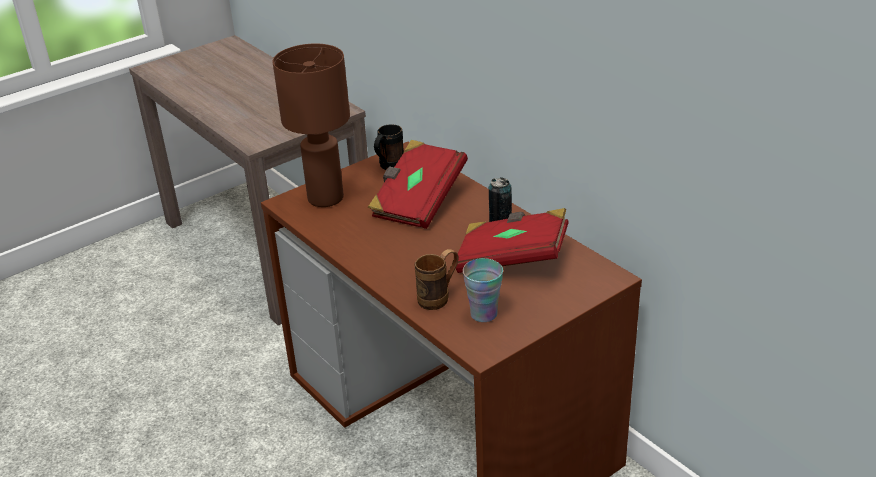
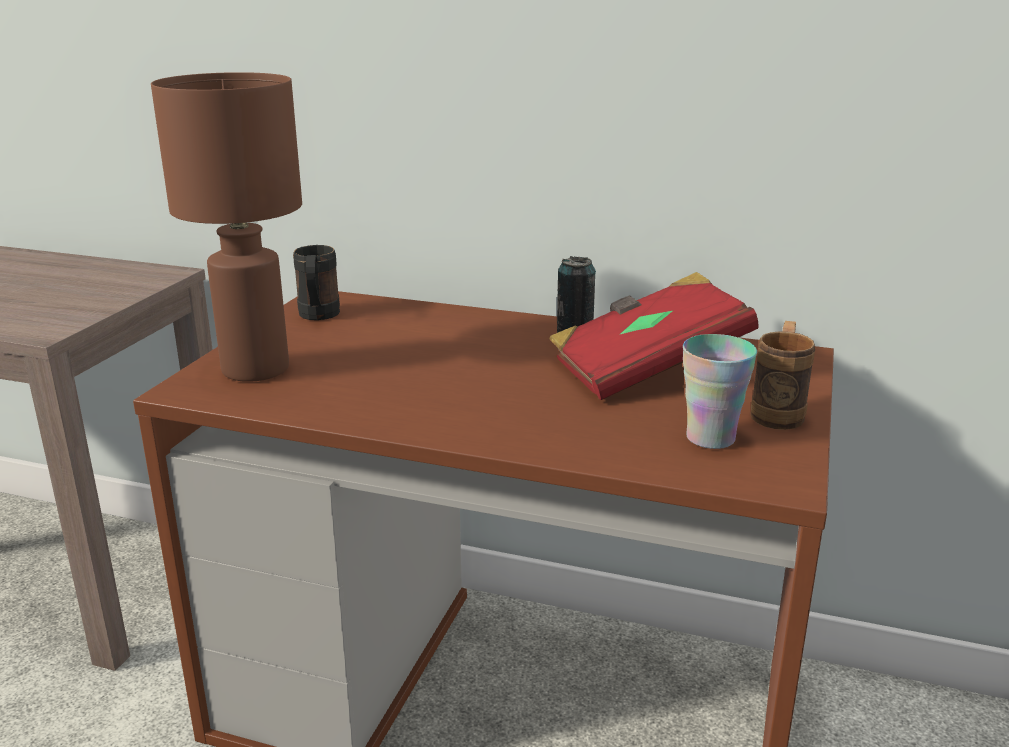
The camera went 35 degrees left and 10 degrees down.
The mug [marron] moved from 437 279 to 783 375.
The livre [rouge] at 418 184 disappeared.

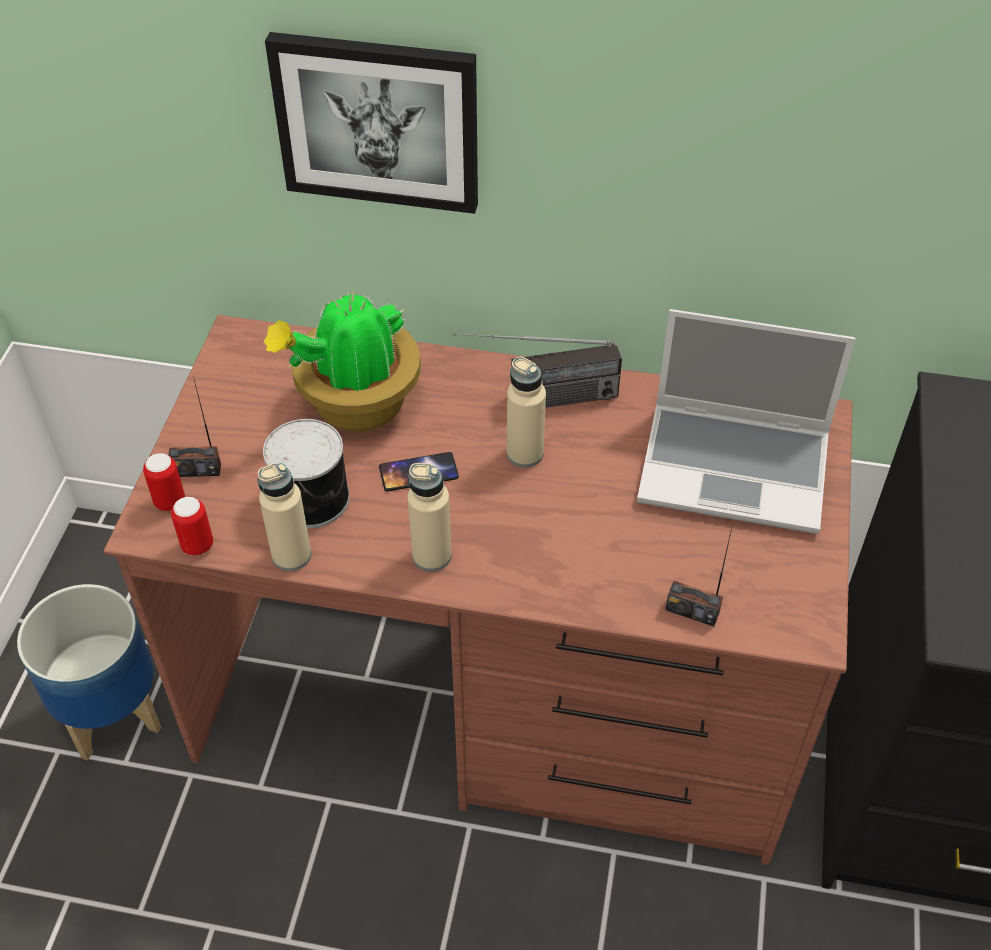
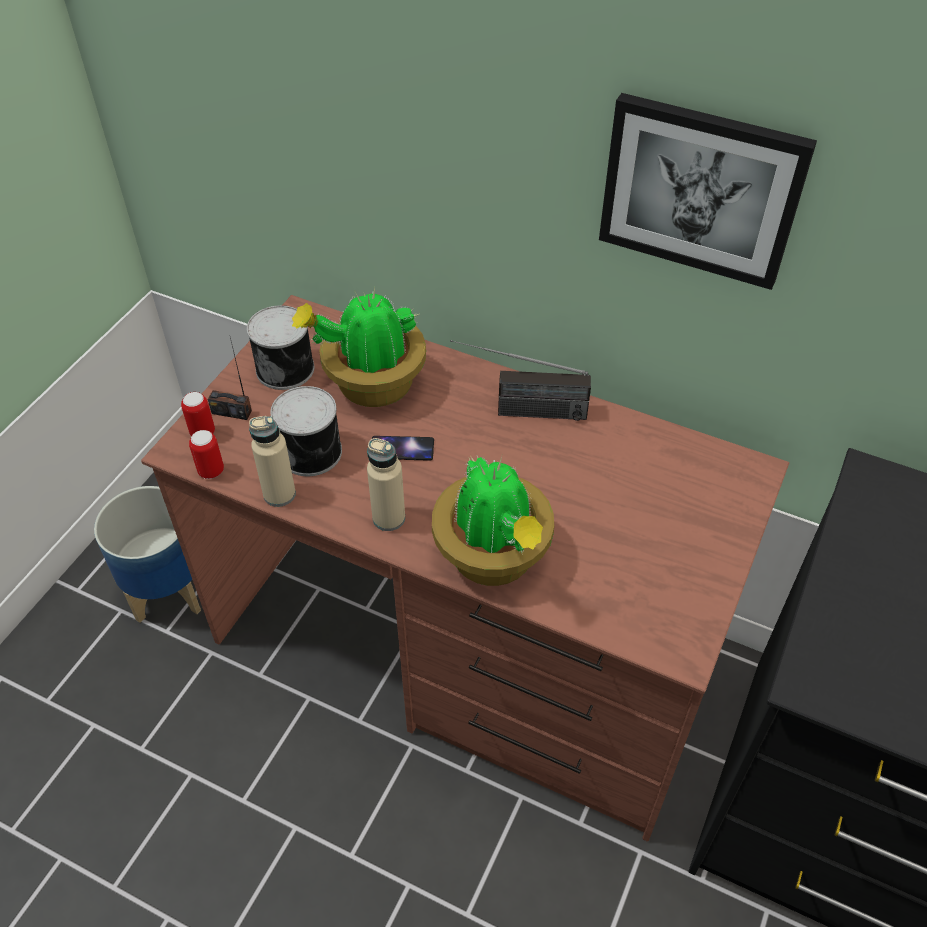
The camera went 15 degrees right and 0 degrees up.
The boîte métallique at 280 347 appeared.
The plante en pot at 493 521 appeared.
The tableau moved from 371 123 to 708 191.
The bouteille [beige] at 526 412 disappeared.
The ordinateur portable at 746 421 disappeared.
The radio at 698 577 disappeared.

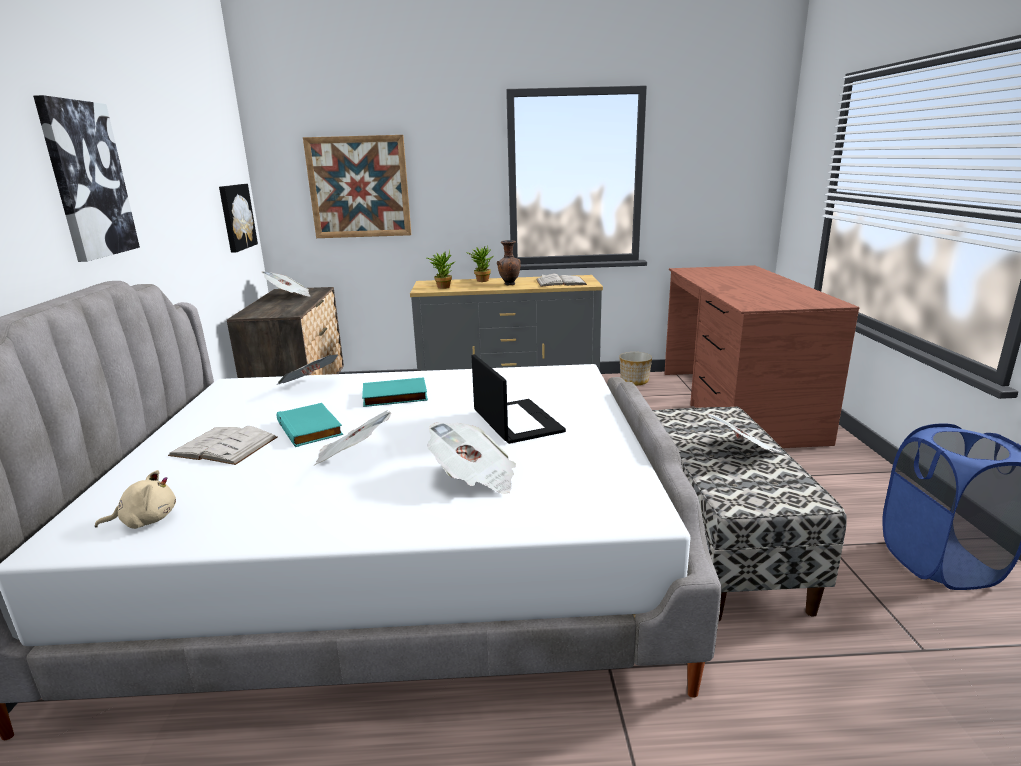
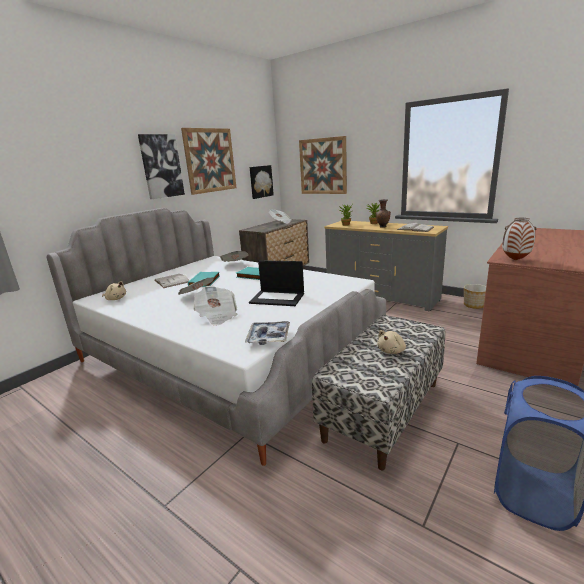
The camera went 40 degrees right and 0 degrees up.
The tableau at 209 161 appeared.
The plateau at 267 333 appeared.
The ordinateur portable at 519 399 turned 90 degrees clockwise.
The journal at 743 432 was replaced by the peluche [beige] at 391 342.
The vase at 519 239 appeared.

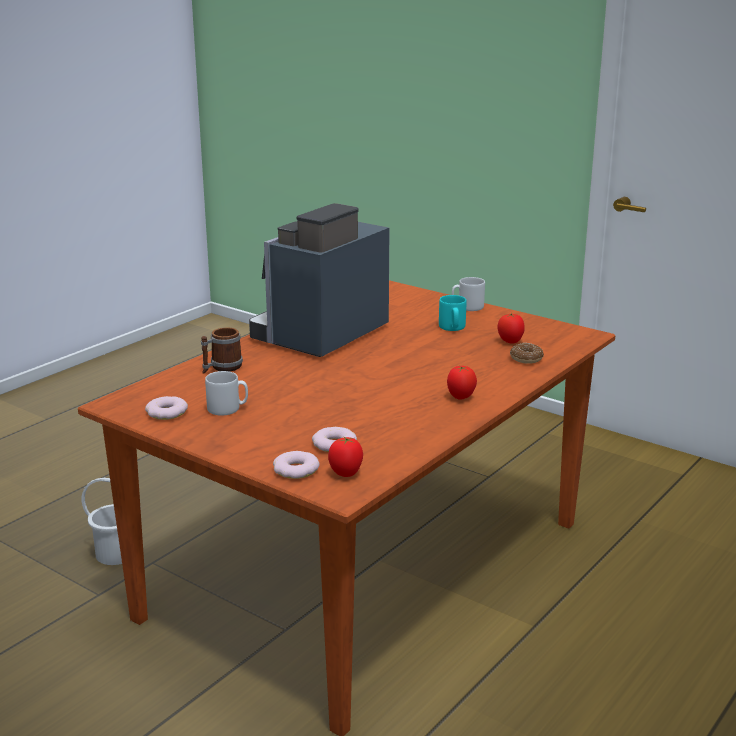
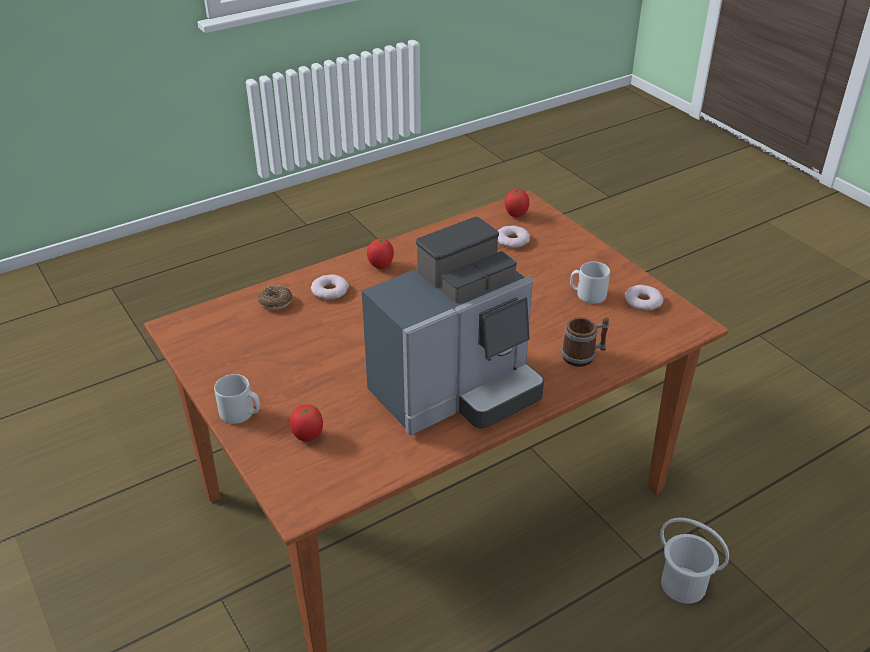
The camera went 160 degrees left and 15 degrees up.
The tomate moved from 511 328 to 306 423.
The beignet moved from 296 465 to 330 287.
The mug [turquoise] at 453 313 disappeared.

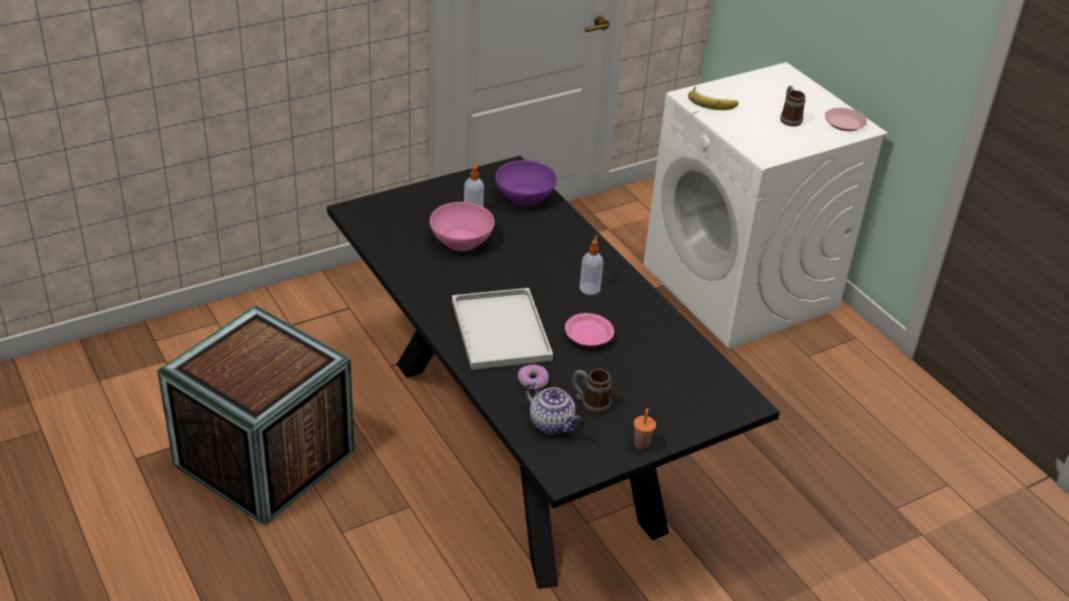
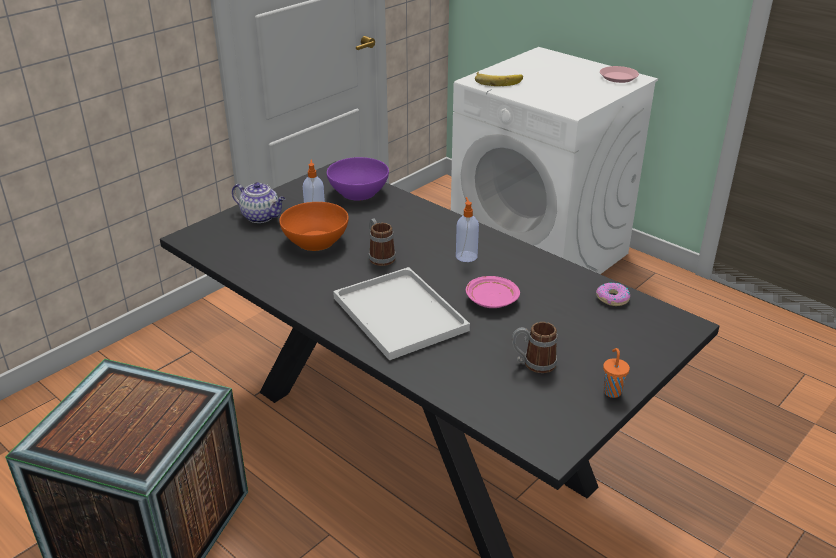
The camera went 15 degrees left and 5 degrees down.
The théière moved from 553 408 to 258 202.
The bol [rose] at 462 226 became the bol [orange] at 314 226.
The mug moved from 793 106 to 382 242.
The beignet moved from 533 377 to 613 294.

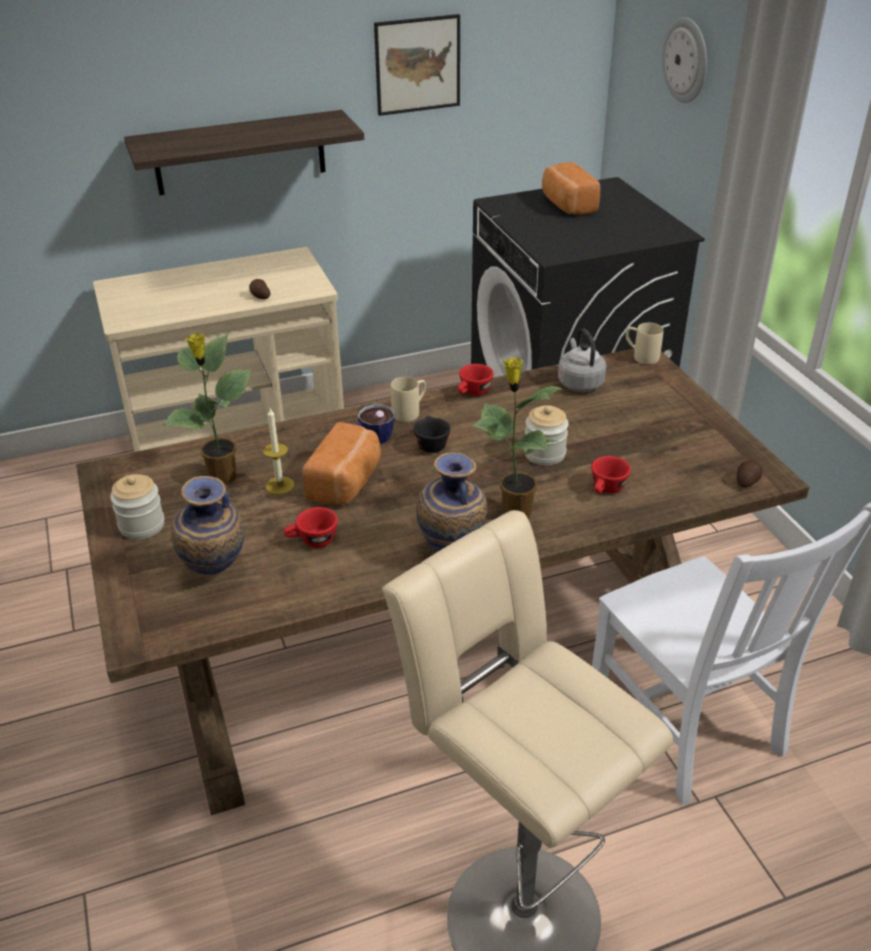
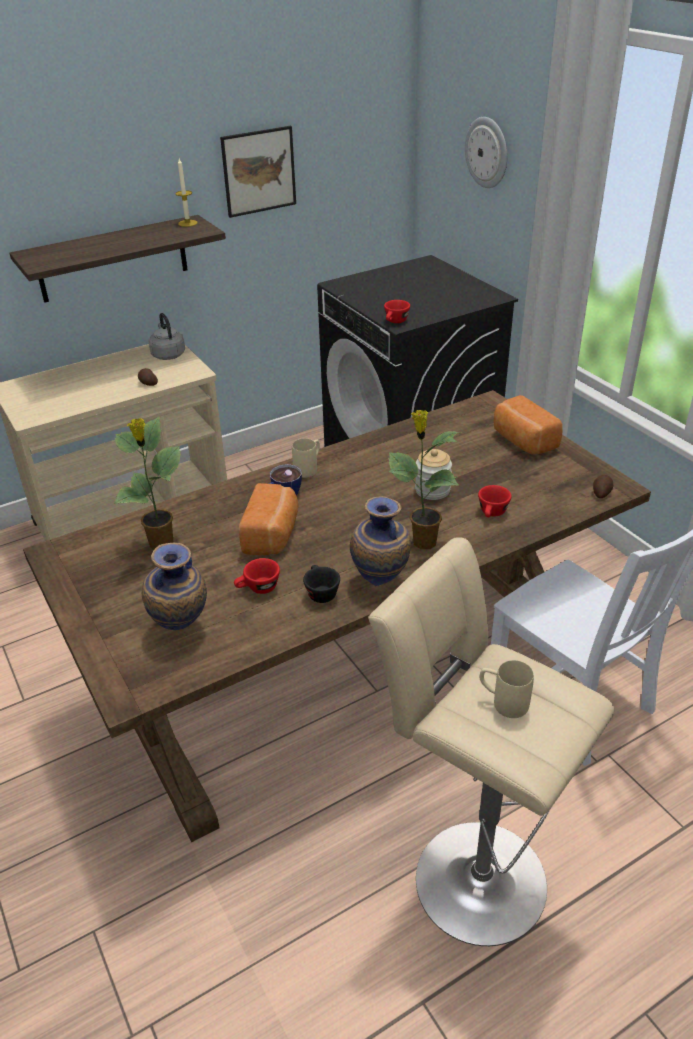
The camera went 10 degrees left and 0 degrees up.
The bouilloire [gris] moved from 582 360 to 167 336.
The bougie moved from 279 451 to 186 192.
The tasse [noir] moved from 431 434 to 321 584.
The tasse [rouge] moved from 476 380 to 397 311.
The mug [beige] moved from 644 344 to 507 689.
The pain moved from 571 188 to 528 424.
The bocal at 137 507 disappeared.

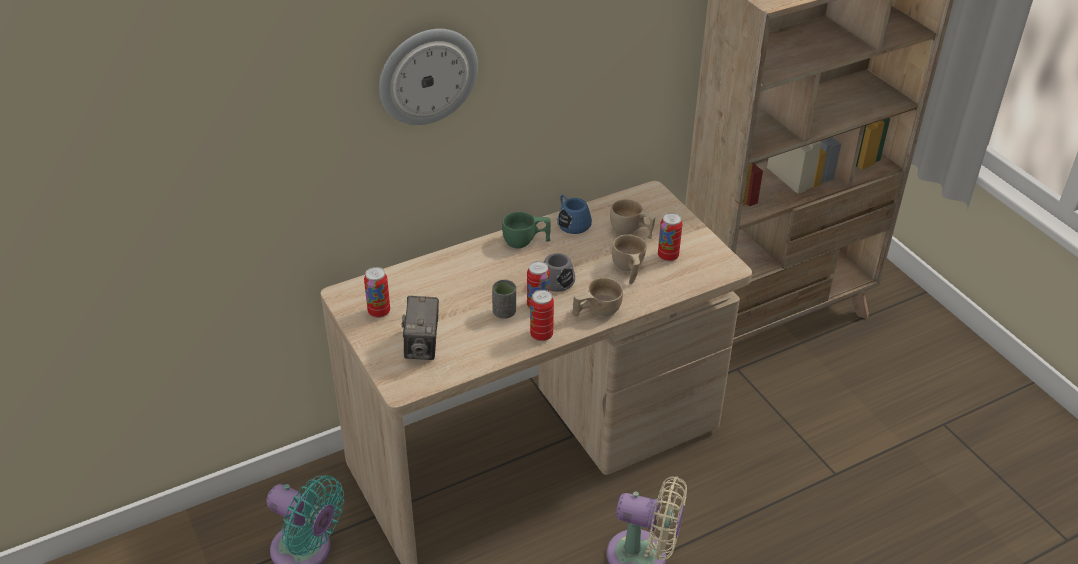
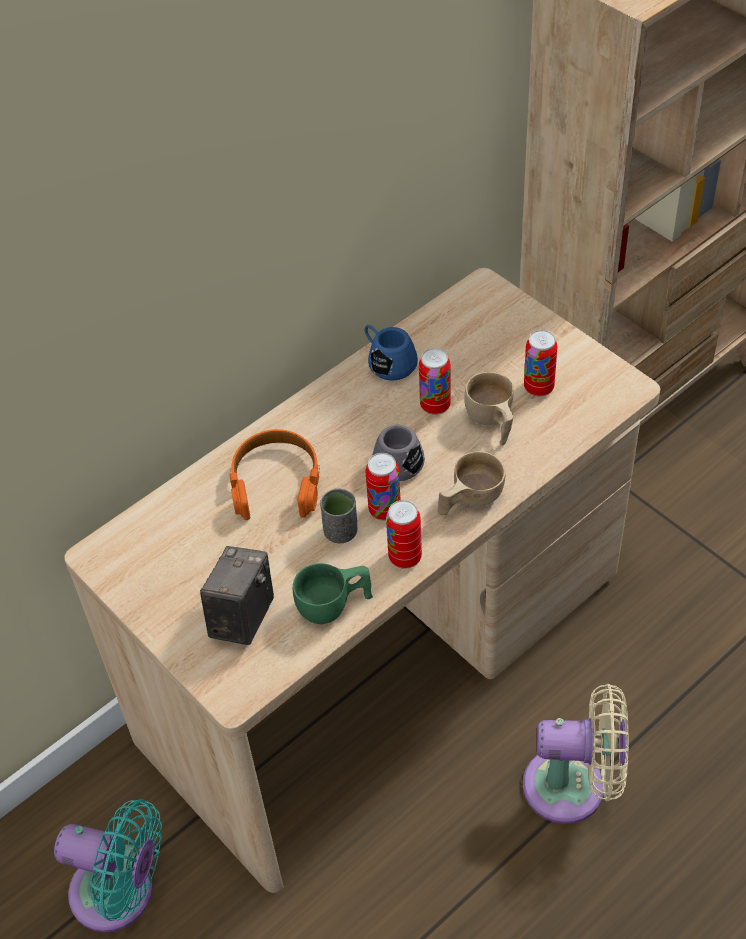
The camera went 10 degrees left and 10 degrees up.
The appareil photo at 420 328 turned 150 degrees counterclockwise.
The casque audio [orange] at 274 474 appeared.
The tasse [vert] moved from 526 230 to 333 593.
The boîte métallique moved from 377 292 to 435 381.
The horloge murale at 428 77 disappeared.
The tasse [beige] at 632 219 disappeared.

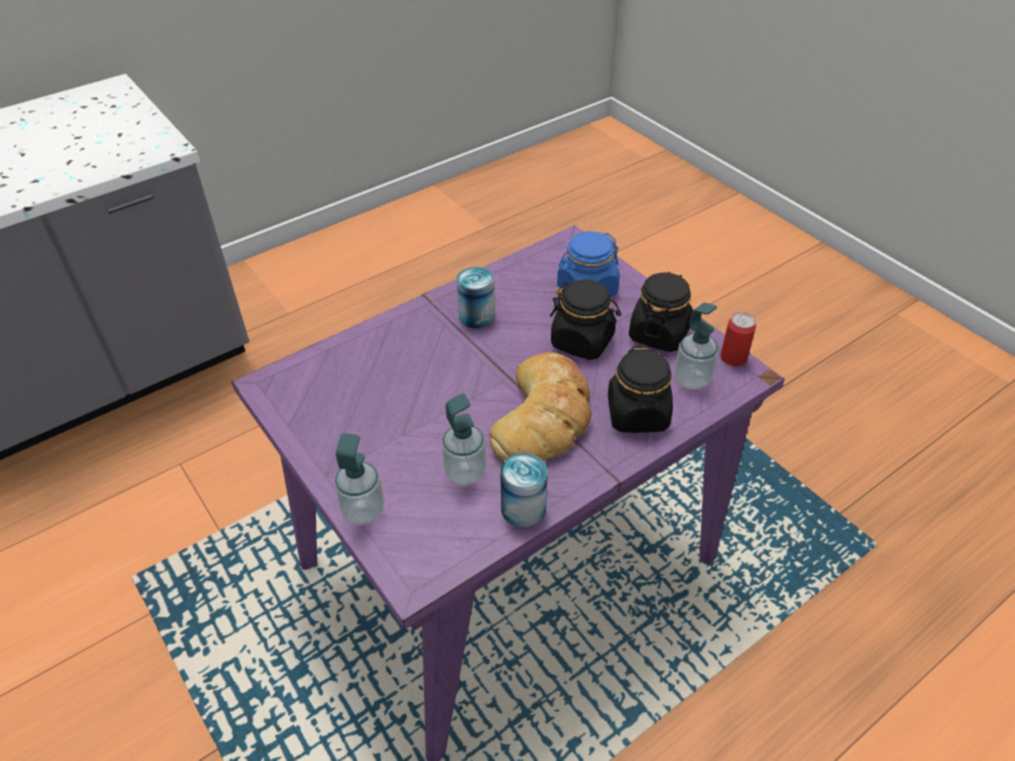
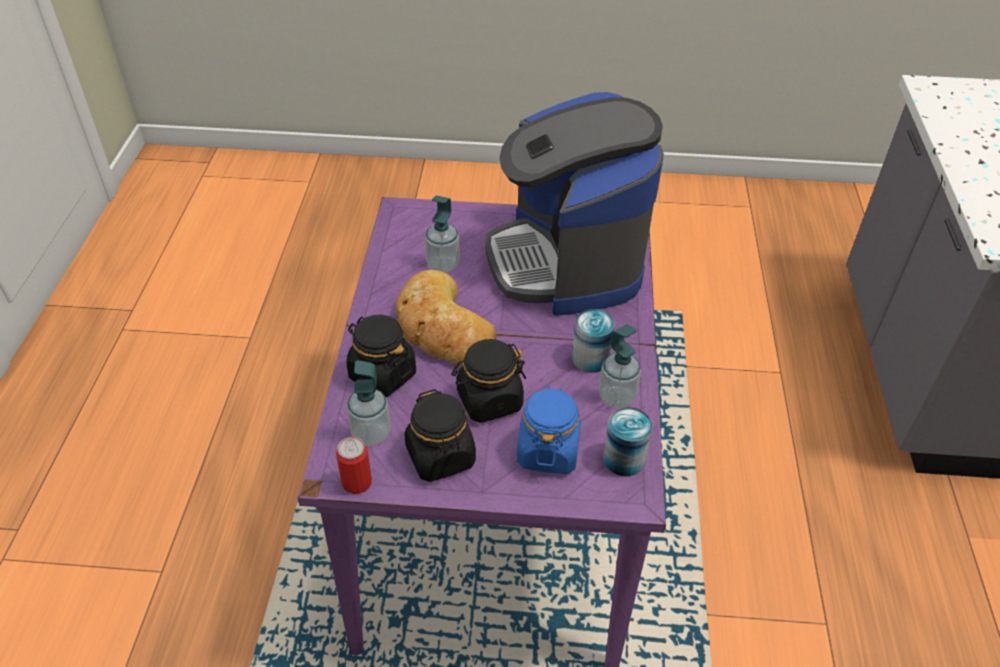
The camera went 130 degrees right and 0 degrees up.
The machine à café at 575 204 appeared.
The distributeur de savon moved from 359 479 to 620 366.
The boîte métallique moved from 524 490 to 627 441.

